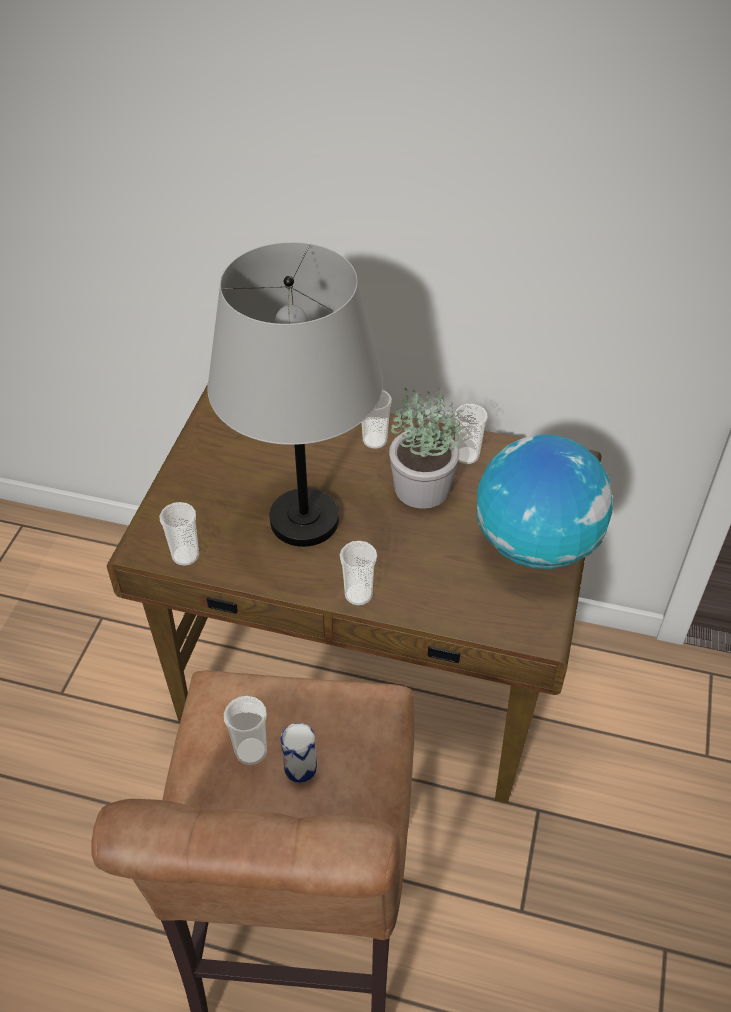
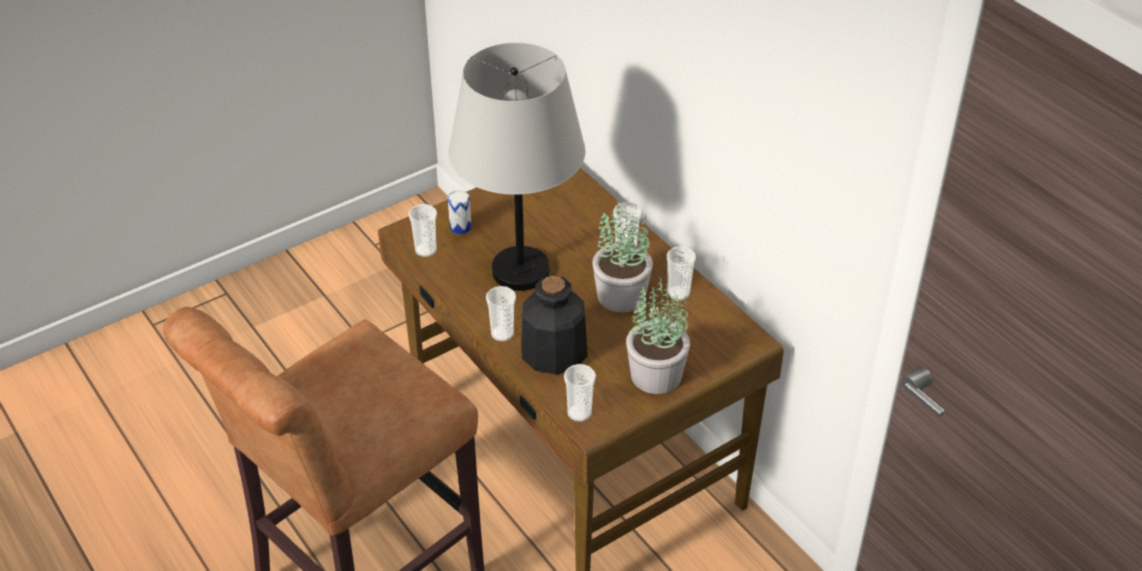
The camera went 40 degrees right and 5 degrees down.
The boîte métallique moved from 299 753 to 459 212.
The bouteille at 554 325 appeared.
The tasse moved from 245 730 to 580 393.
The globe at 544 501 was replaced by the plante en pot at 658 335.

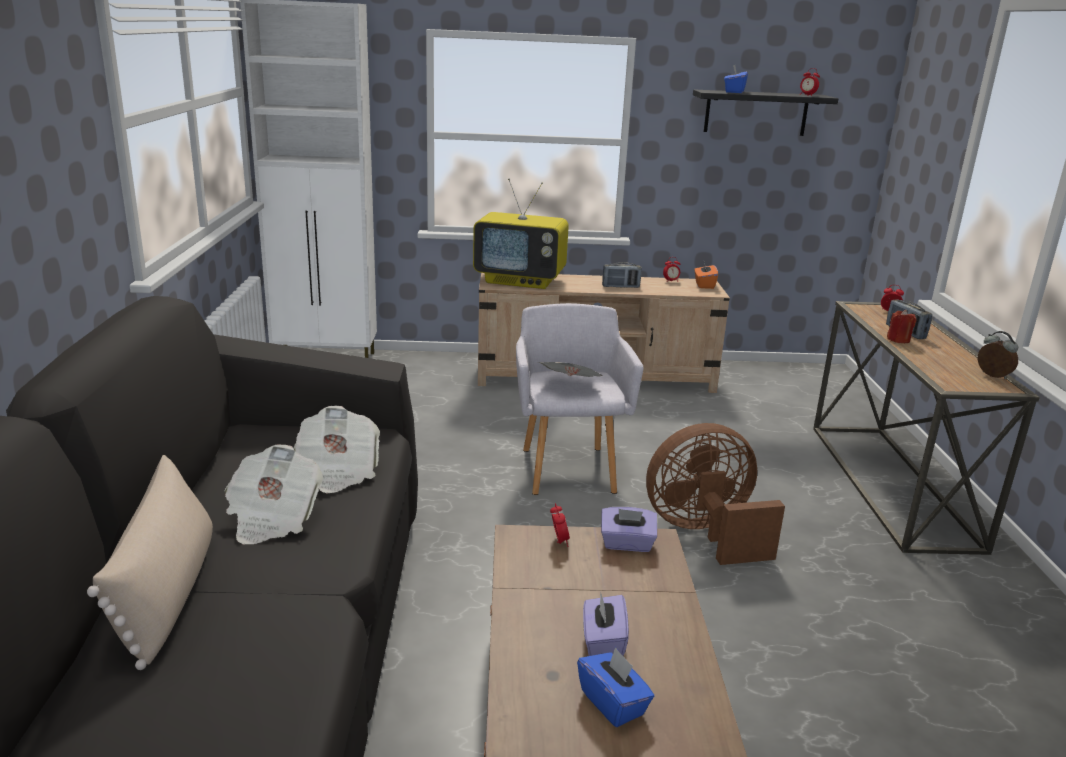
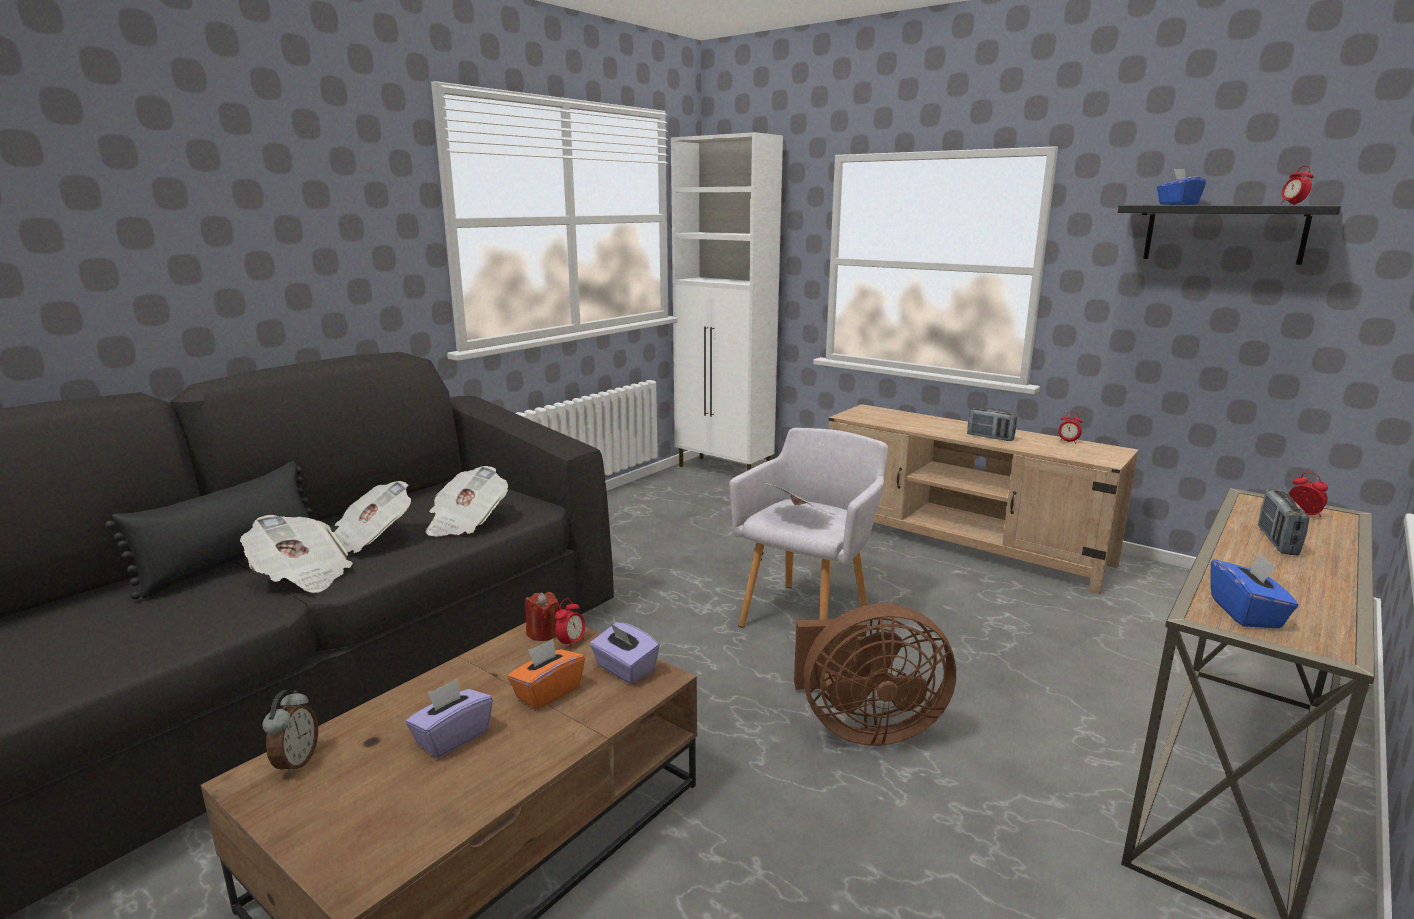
The camera went 40 degrees right and 5 degrees down.
The coussin [beige] at 150 562 became the coussin [noir] at 210 530.
The journal at 296 554 appeared.
The réveil moved from 998 355 to 290 733.
The boîte à mouchoirs [orange] moved from 706 276 to 546 674.
The bougie [rouge] moved from 901 326 to 542 616.
The ventilateur [marron] at 715 494 turned 150 degrees clockwise.
The boîte à mouchoirs [bleu] moved from 615 687 to 1254 590.
The téléviseur at 521 234 disappeared.

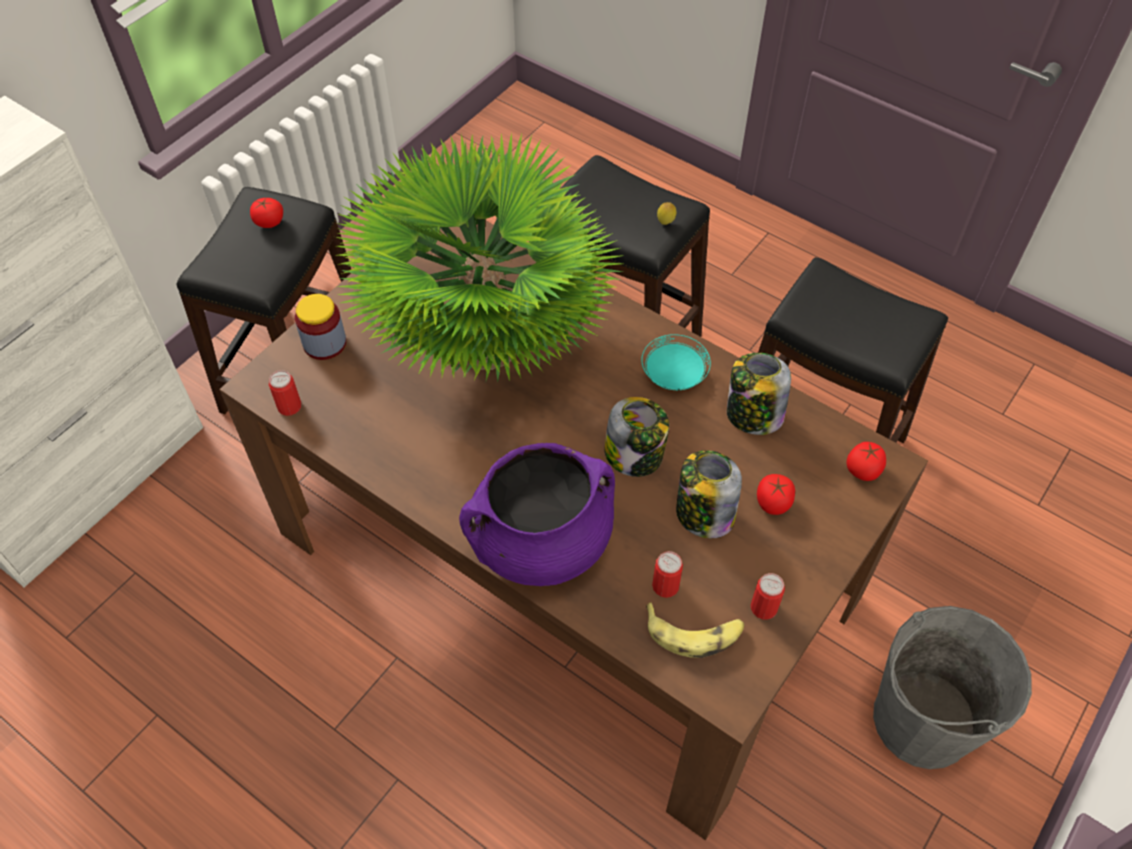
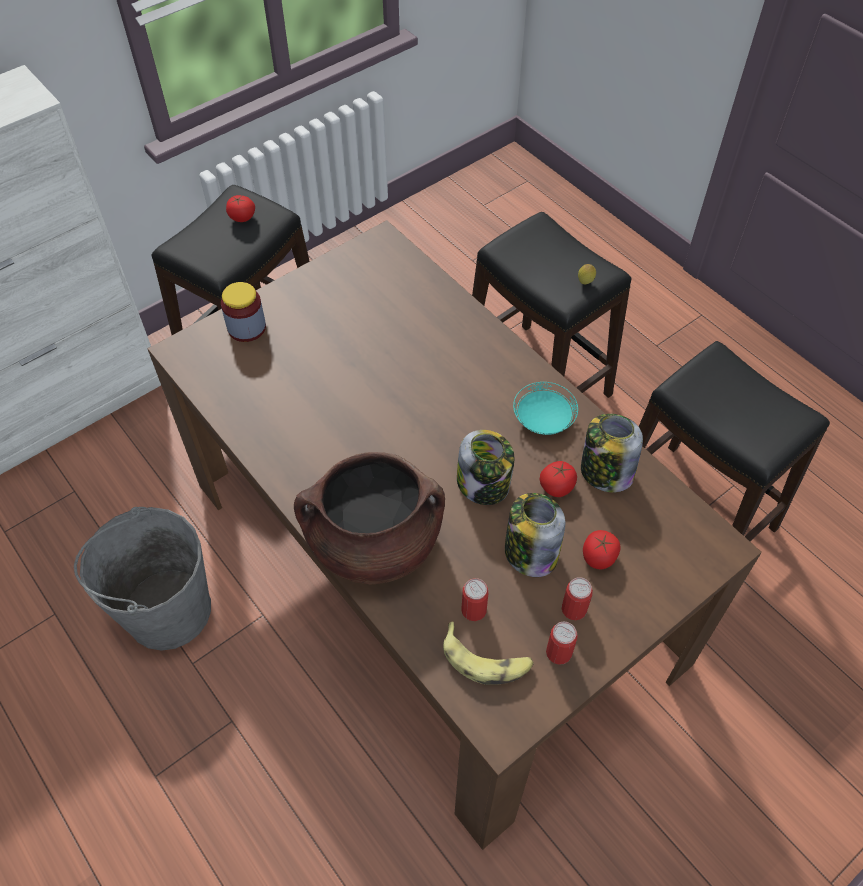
The camera went 15 degrees right and 0 degrees up.
The seau [gris] moved from 952 687 to 142 579.
The marmite [violet] at 537 514 became the marmite [marron] at 369 518.
The tomate moved from 866 461 to 558 479.
The boîte métallique moved from 285 393 to 577 598.
The plante en pot at 479 257 disappeared.

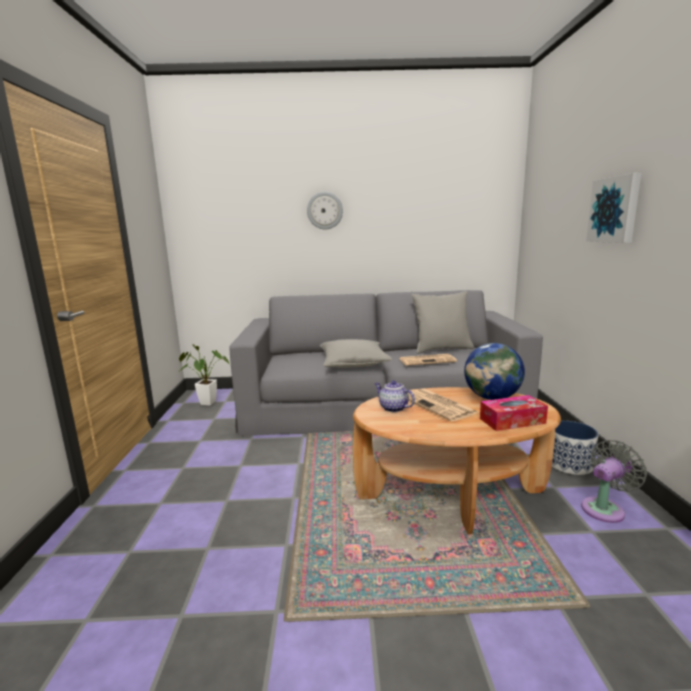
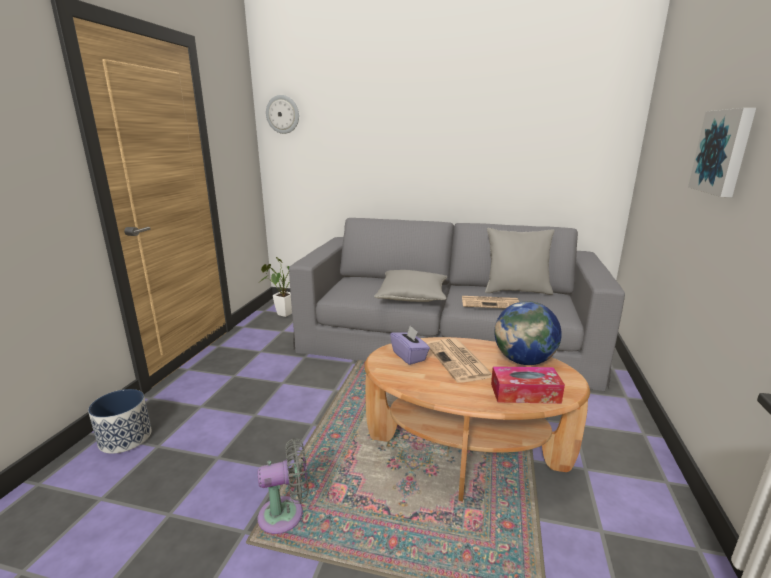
The camera went 15 degrees right and 5 degrees up.
The cache-pot moved from 575 448 to 120 421.
The ventilateur [gris] moved from 614 481 to 283 486.
The horloge murale moved from 325 211 to 282 114.
The théière at 394 396 was replaced by the boîte à mouchoirs [violet] at 410 345.

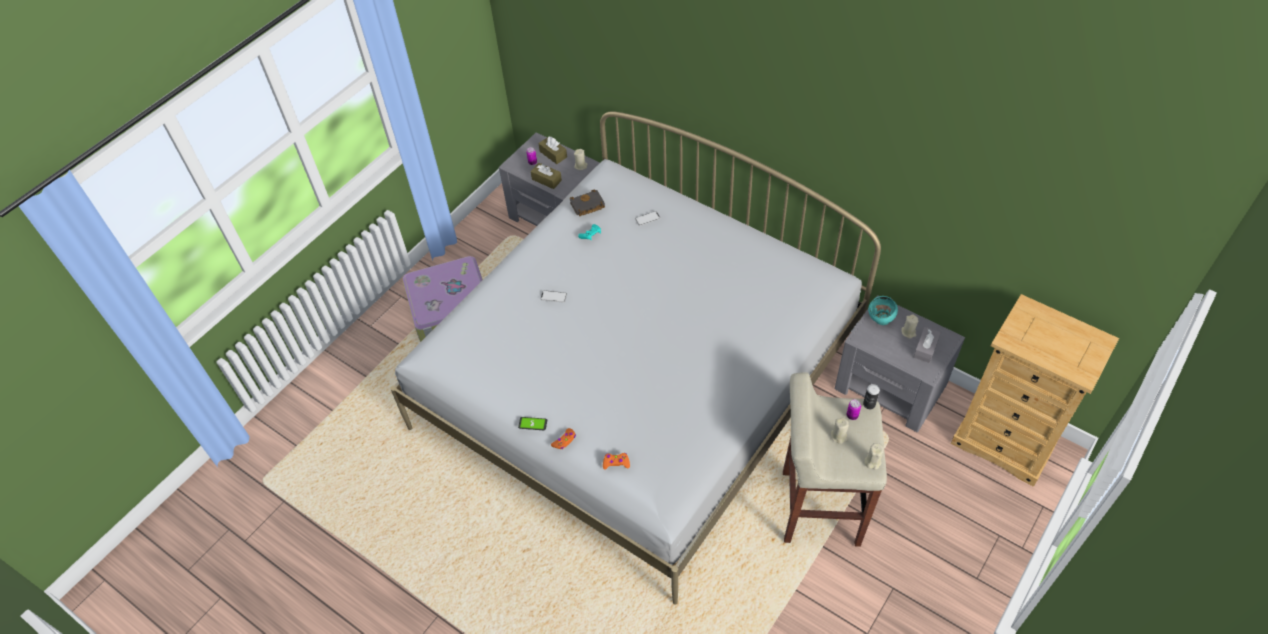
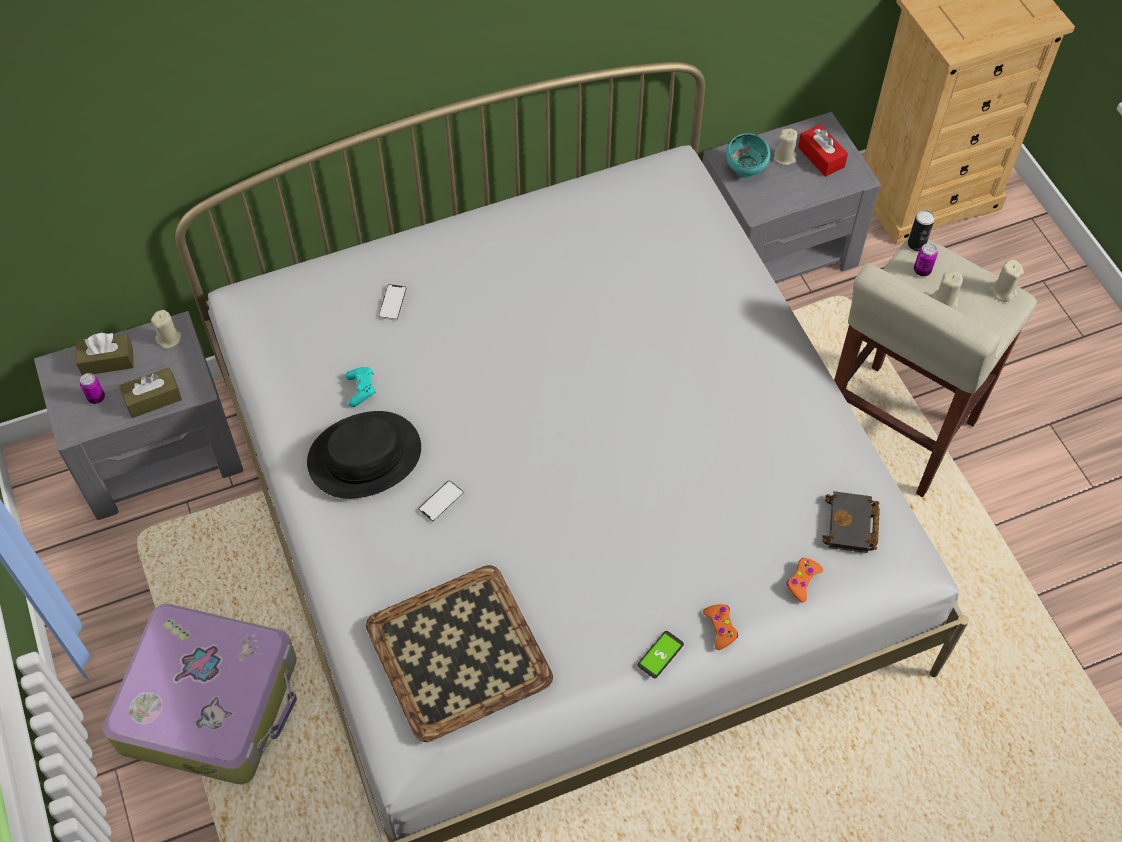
The camera went 60 degrees left and 5 degrees up.
The chapeau [noir] at 364 455 appeared.
The plateau at 459 653 appeared.
The boîte à mouchoirs [gris] at 927 345 became the boîte à mouchoirs [rouge] at 823 150.
The livre [noir] moved from 587 202 to 851 522.

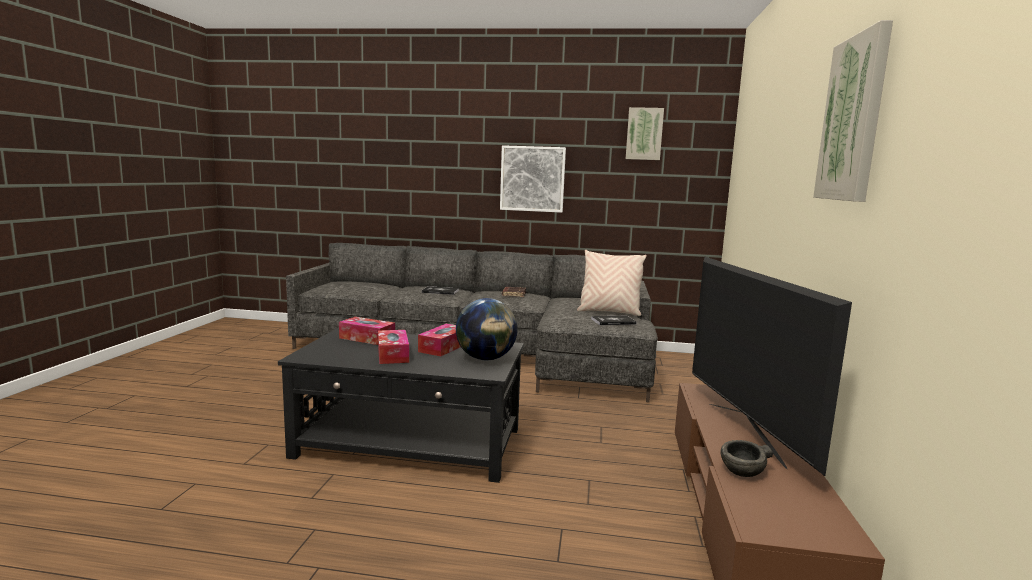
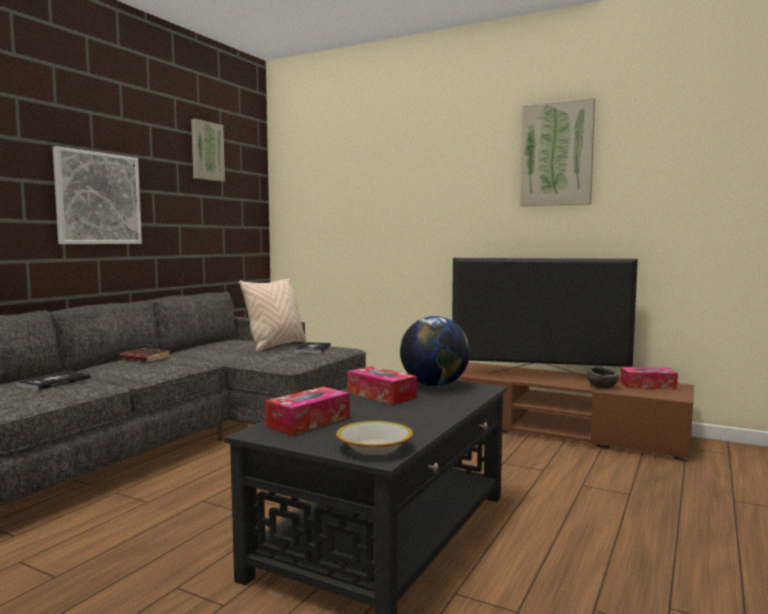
The camera went 70 degrees left and 5 degrees down.
The bol at 374 438 appeared.
The boîte à mouchoirs moved from 393 347 to 649 378.

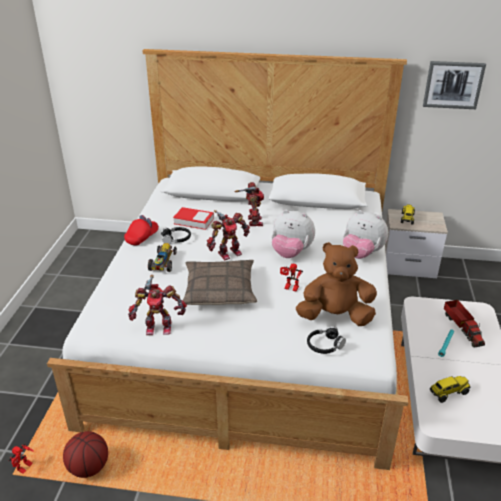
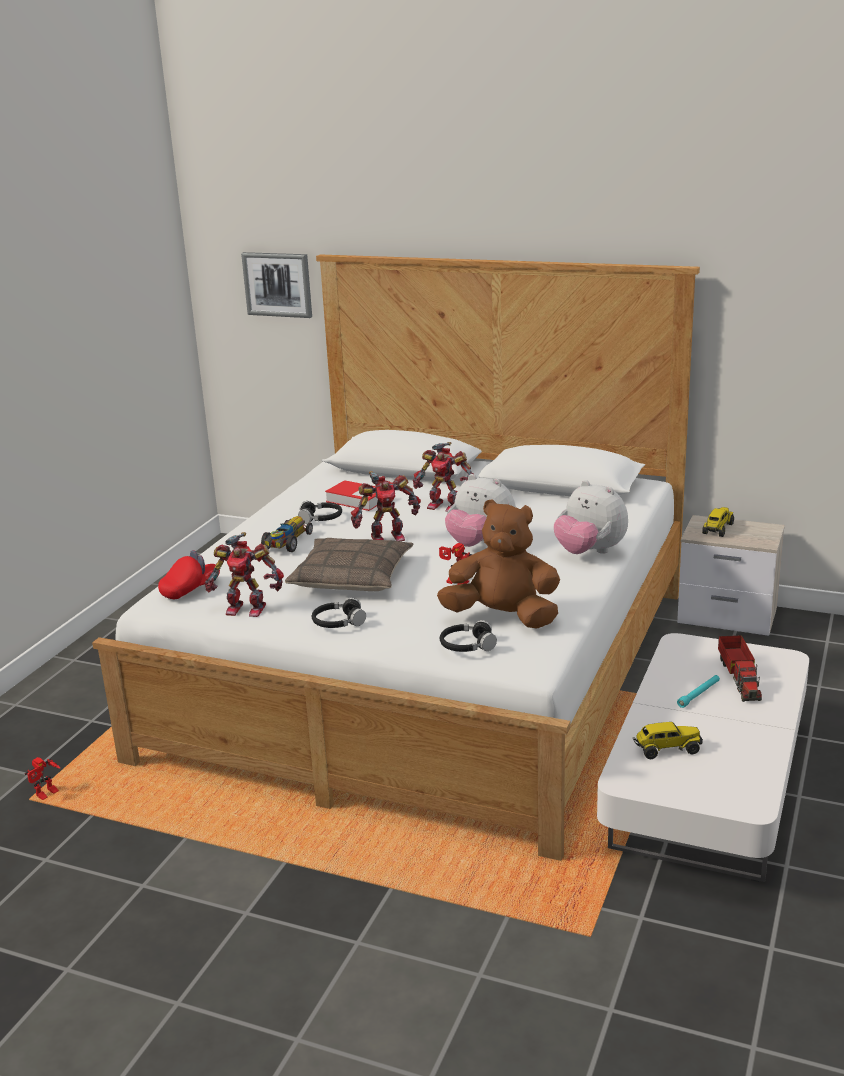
The camera went 15 degrees right and 10 degrees down.
The casquette [rouge] moved from 141 230 to 189 574.
The tableau moved from 454 85 to 276 285.
The casque audio [noir] at 339 613 appeared.
The robot jouet at 249 204 turned 105 degrees clockwise.
The ballon de basket at 85 454 disappeared.

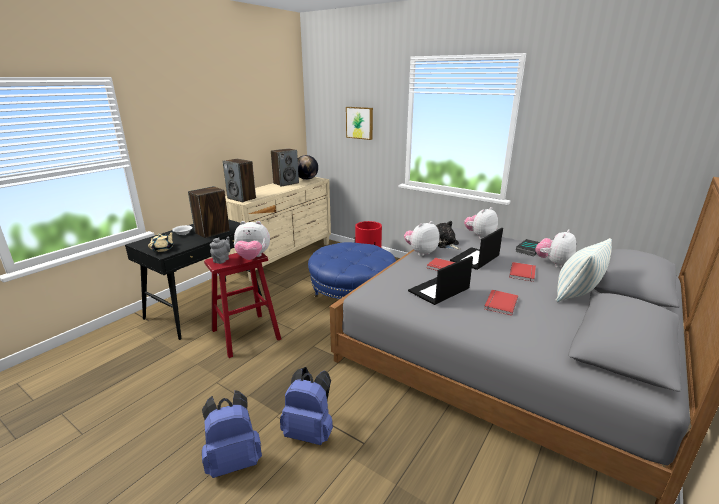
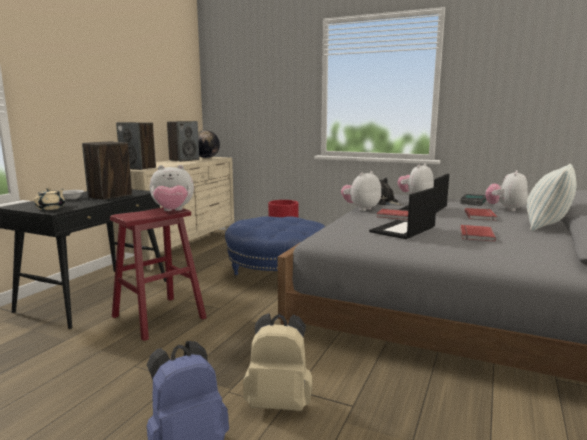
The camera went 10 degrees left and 10 degrees down.
The sac à dos [bleu] at 306 406 became the sac à dos [beige] at 277 362.
The théière [gris] at 220 250 disappeared.
The tableau at 359 123 disappeared.

